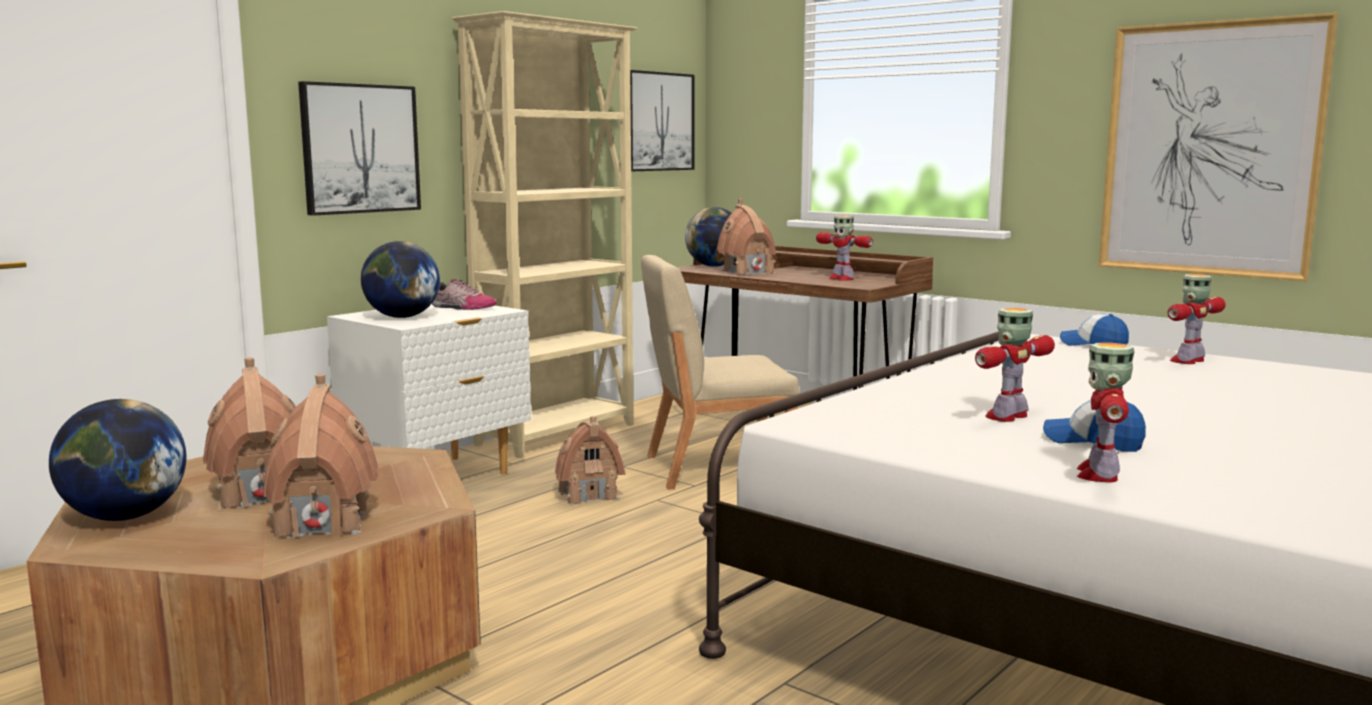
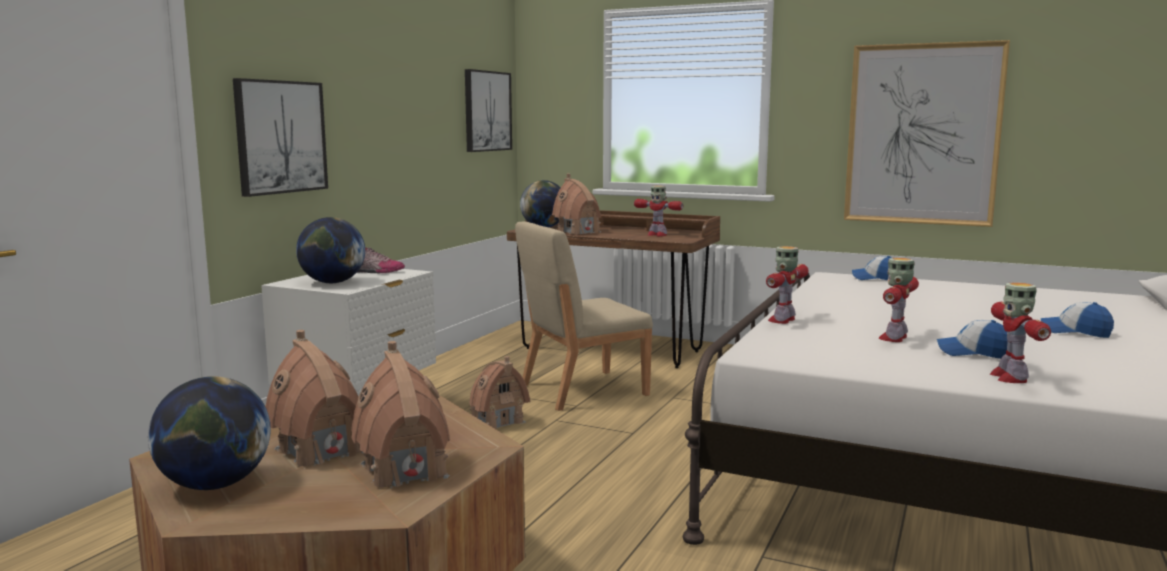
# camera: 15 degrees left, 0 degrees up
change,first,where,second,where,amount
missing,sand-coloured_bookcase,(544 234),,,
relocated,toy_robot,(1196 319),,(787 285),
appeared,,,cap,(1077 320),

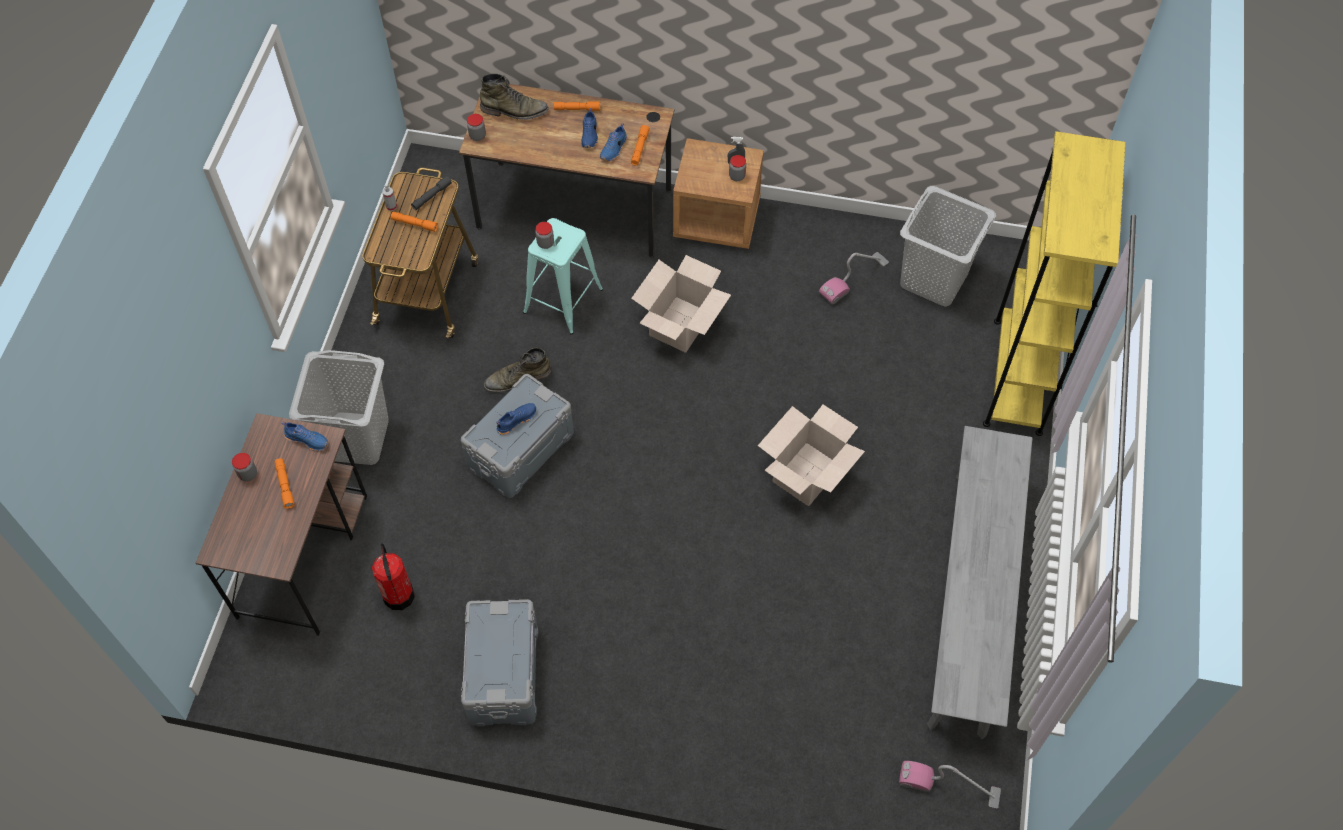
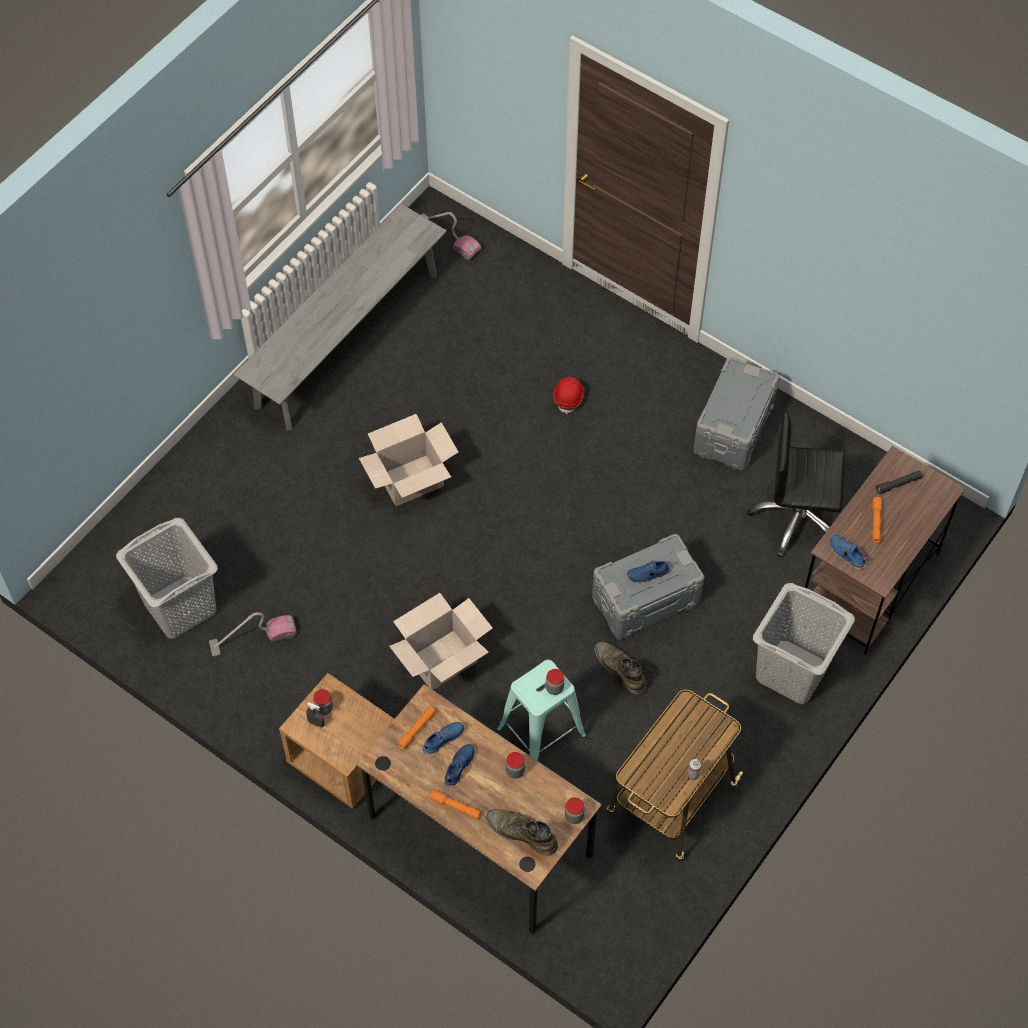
# camera: 155 degrees left, 0 degrees up
change,first,where,second,where,amount
relocated,preserve_jar,(244 467),,(515 765),
exchanged,fire-fighting_cylinder,(393 576),black_desk_chair,(796 485),
missing,orange-coloured_torch,(414 222),,,
relocated,grey_torch,(431 193),,(899 483),
spun,green-coloured_boot,(518 370),,(620 668),135 degrees counterclockwise
missing,yellow-coloured_bookcase,(1054 283),,,
appeared,,,red_work_helmet,(568 395),

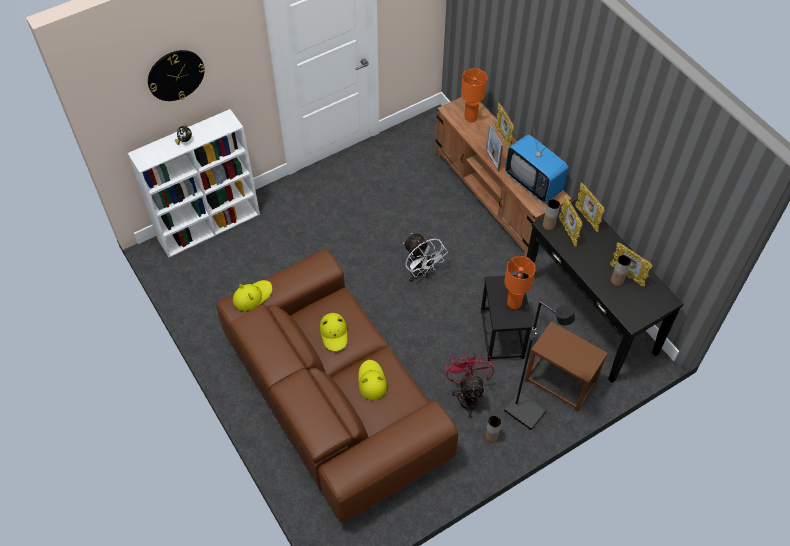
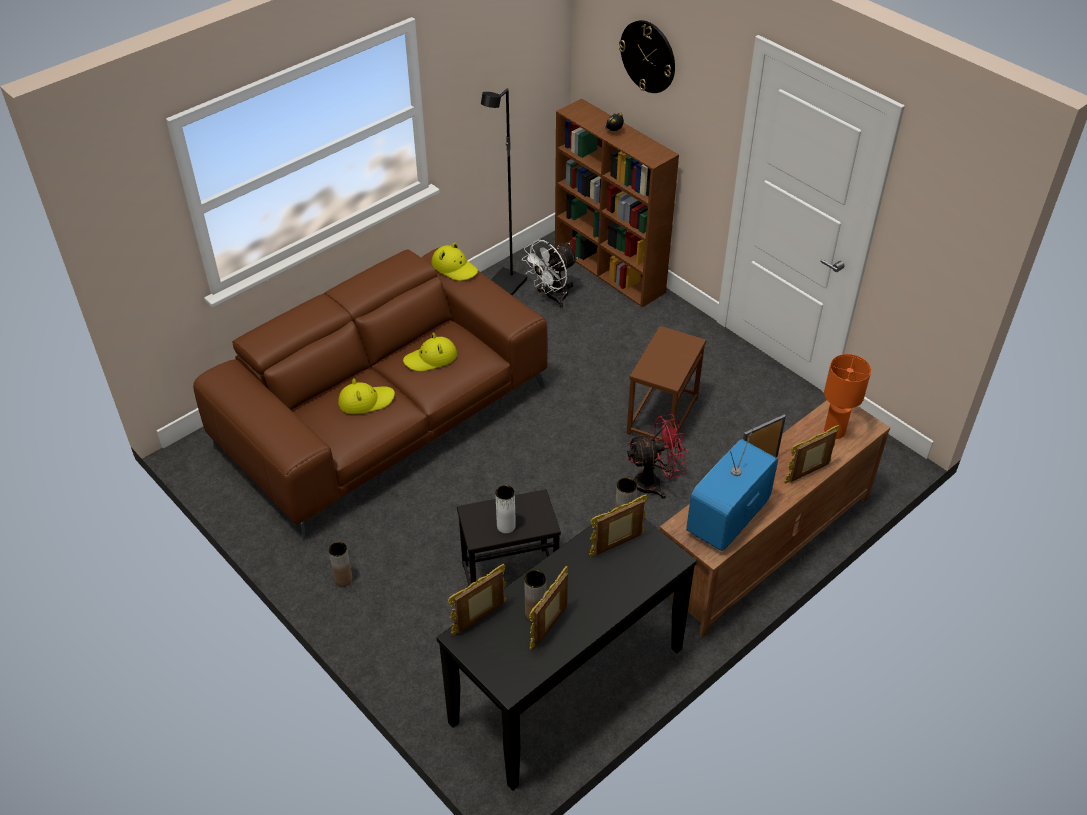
# camera: 80 degrees right, 10 degrees down
change,first,where,second,where,amount
colour,whitish_bookcase,(194 183),brown-coloured_bookcase,(617 203),
relocated,whitish_fan,(425 257),,(550 274),
relocated,red_fan,(470 385),,(657 456),
exchanged,orange-coloured_lamp_for_a_table,(520 282),whitish_flower_vase,(505 509),
relocated,black_standard_lamp,(539 365),,(504 192),
relocated,brown-coloured_end_table,(566 366),,(666 387),
relocated,photo_frame,(590 207),,(477 599),

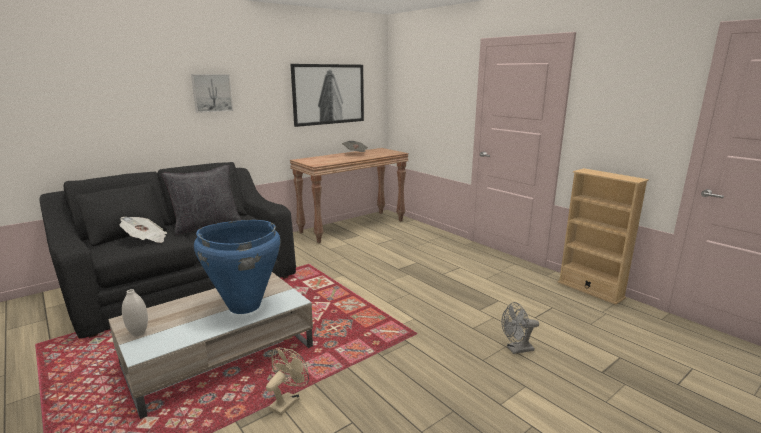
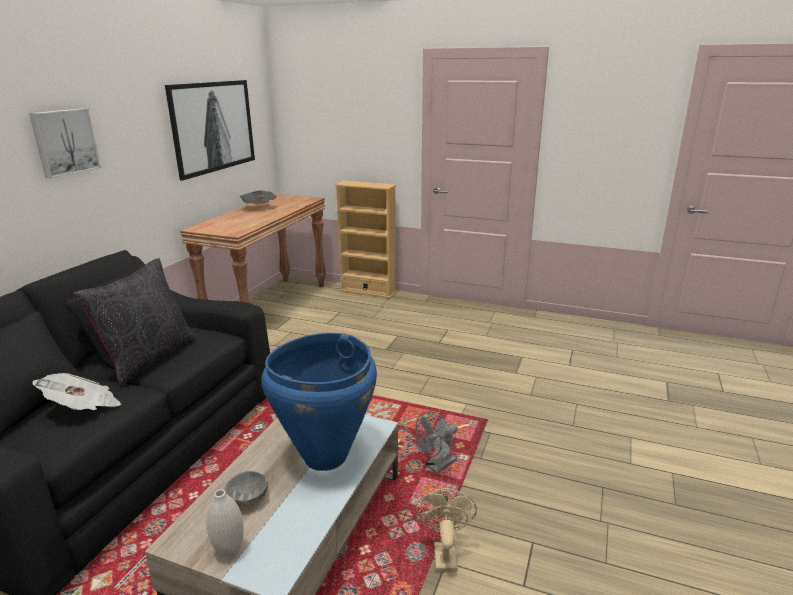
# camera: 30 degrees left, 5 degrees up
change,first,where,second,where,amount
relocated,grey_fan,(520 328),,(436 442),
relocated,sand-coloured_bookcase,(603 236),,(366 239),
appeared,,,grey_serving_bowl,(246 489),

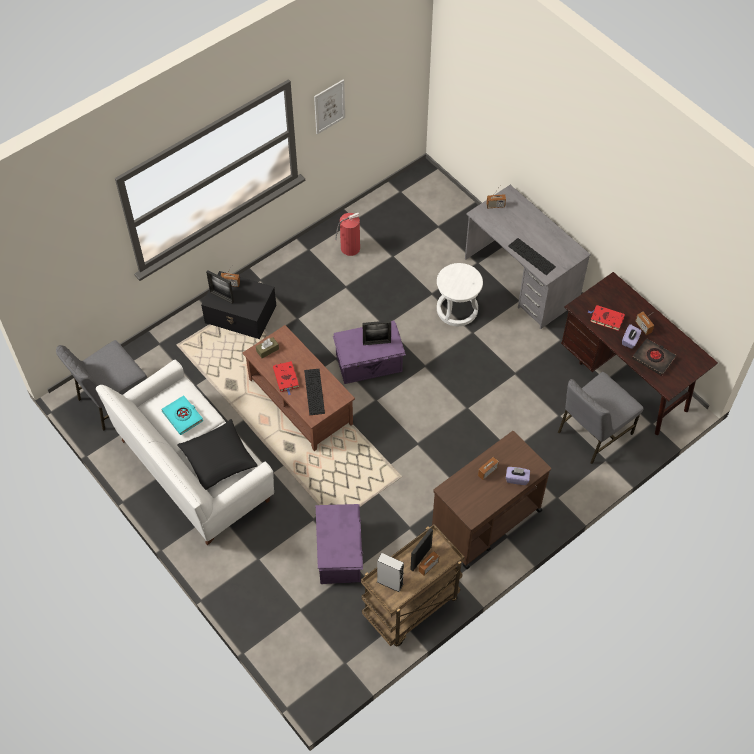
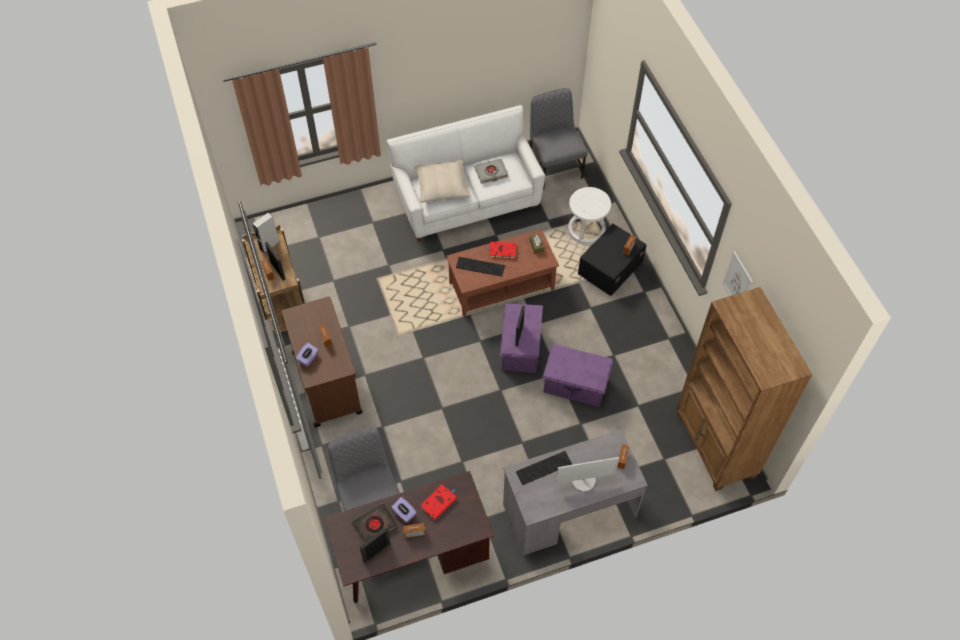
# camera: 110 degrees right, 0 degrees up
change,first,where,second,where,amount
colour,turquoise_volume,(182 415),grey_volume,(491 171),
colour,black_pillow,(217 454),sand-coloured_pillow,(443 181),
relocated,photo_frame,(220 287),,(375 545),
relocated,purplish_storage_box,(339 544),,(577 375),
missing,fire-fighting_cylinder,(347 234),,,
relocated,whitish_stool_seat,(460 294),,(589 215),
appeared,,,monitor,(587 474),
appeared,,,brown-coloured_bookcase,(744 389),

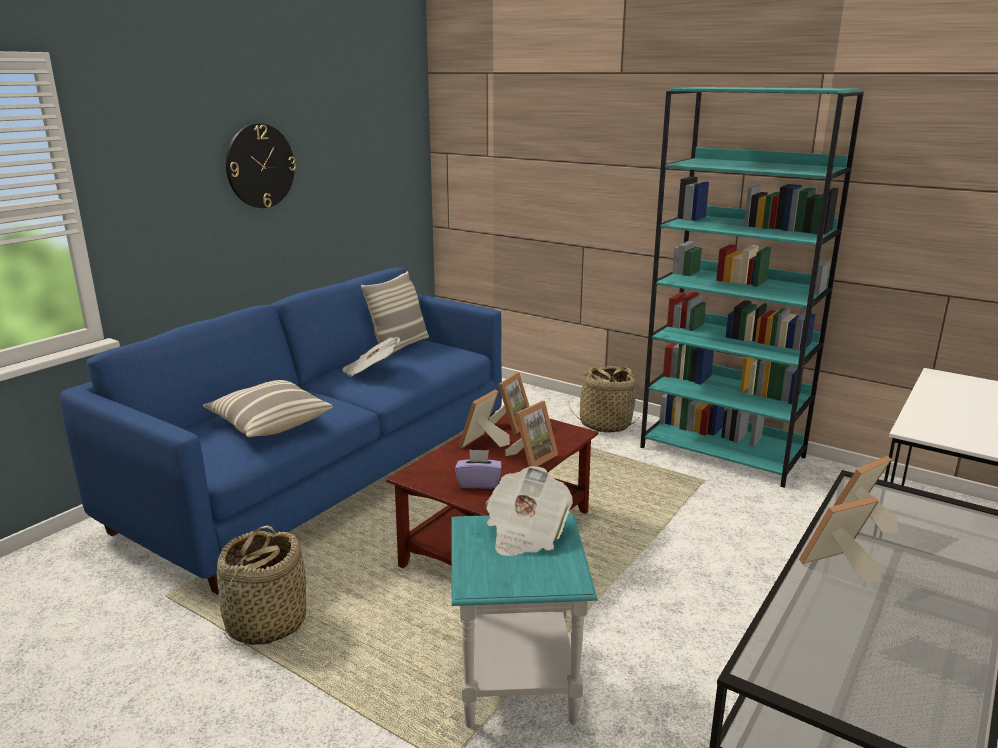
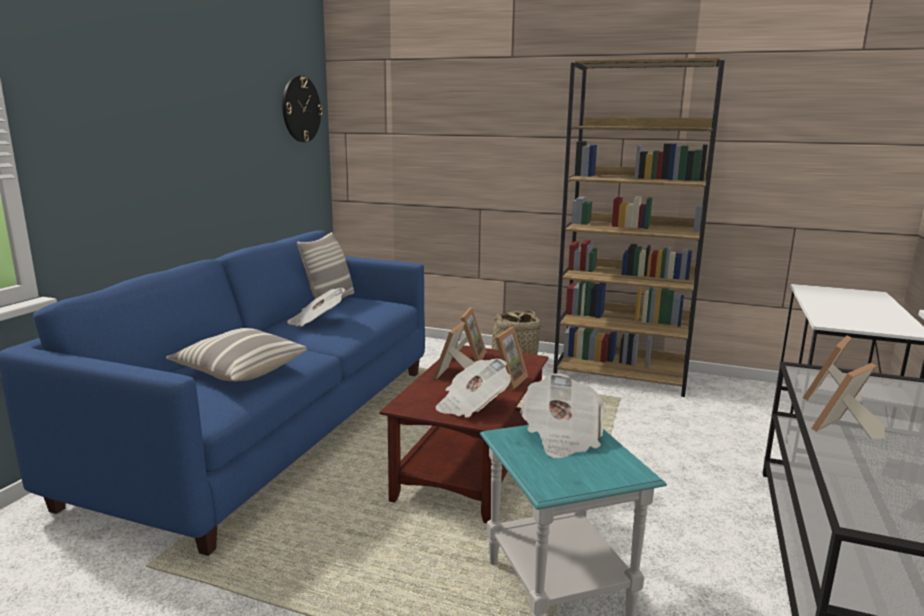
# camera: 15 degrees left, 5 degrees down
change,first,where,second,where,amount
missing,storage_basket,(261 585),,,
relocated,wall_clock,(261 165),,(302 109),
exchanged,purplish_box_of_tissues,(478 469),newspaper,(473 388),
colour,turquoise_bookcase,(752 287),brown-coloured_bookcase,(639 227),

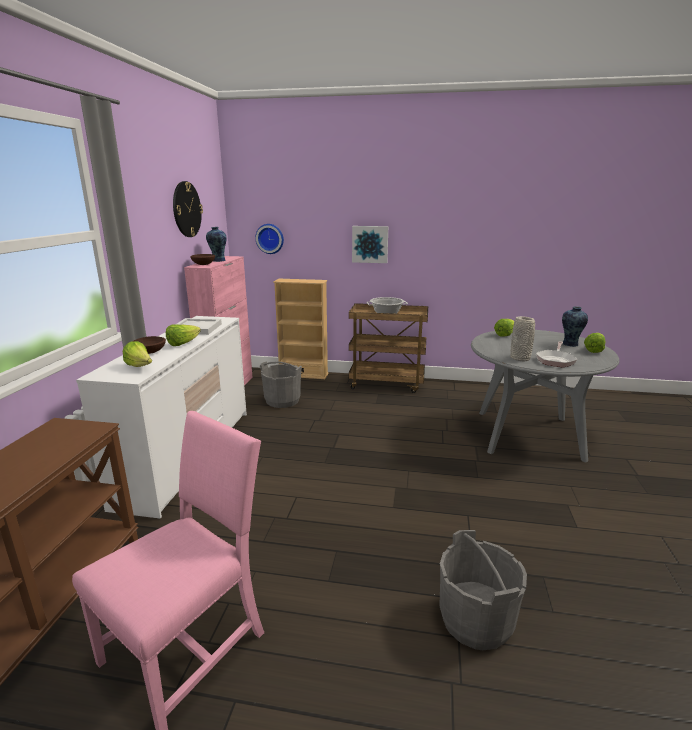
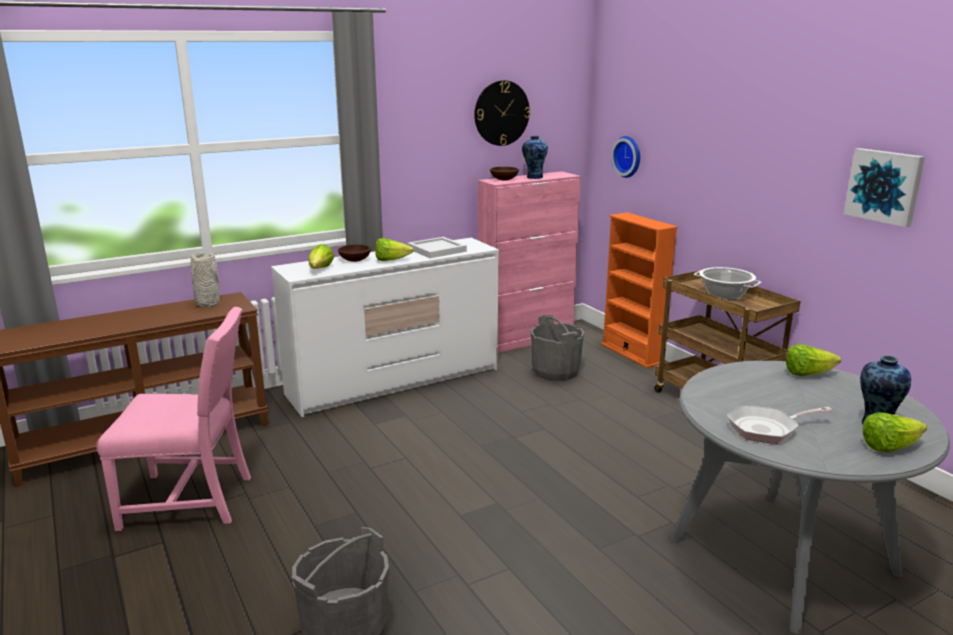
# camera: 50 degrees right, 0 degrees up
change,first,where,second,where,amount
colour,sand-coloured_bookcase,(301 329),orange-coloured_bookcase,(639 290),
relocated,wall_picture,(370 244),,(884 187),
relocated,grey_flower_vase,(522 338),,(205 280),

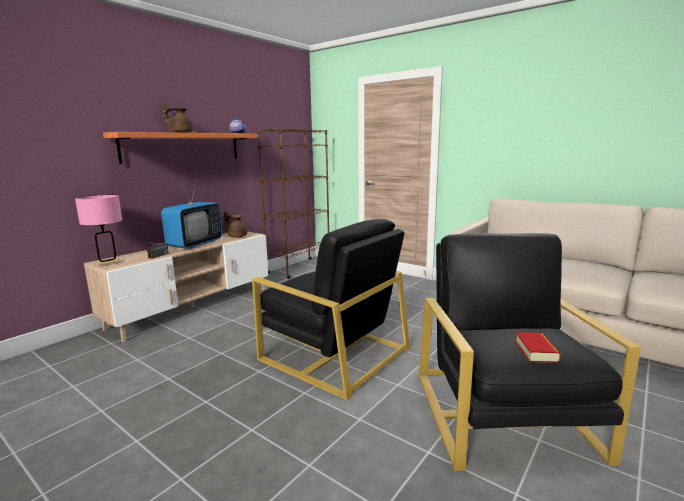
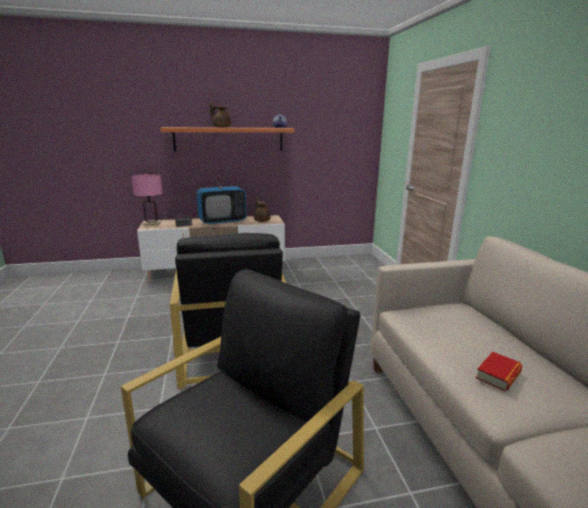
# camera: 40 degrees right, 5 degrees up
change,first,where,second,where,amount
missing,brown-coloured_bookcase,(293 204),,,
relocated,volume,(538 347),,(499 371),

